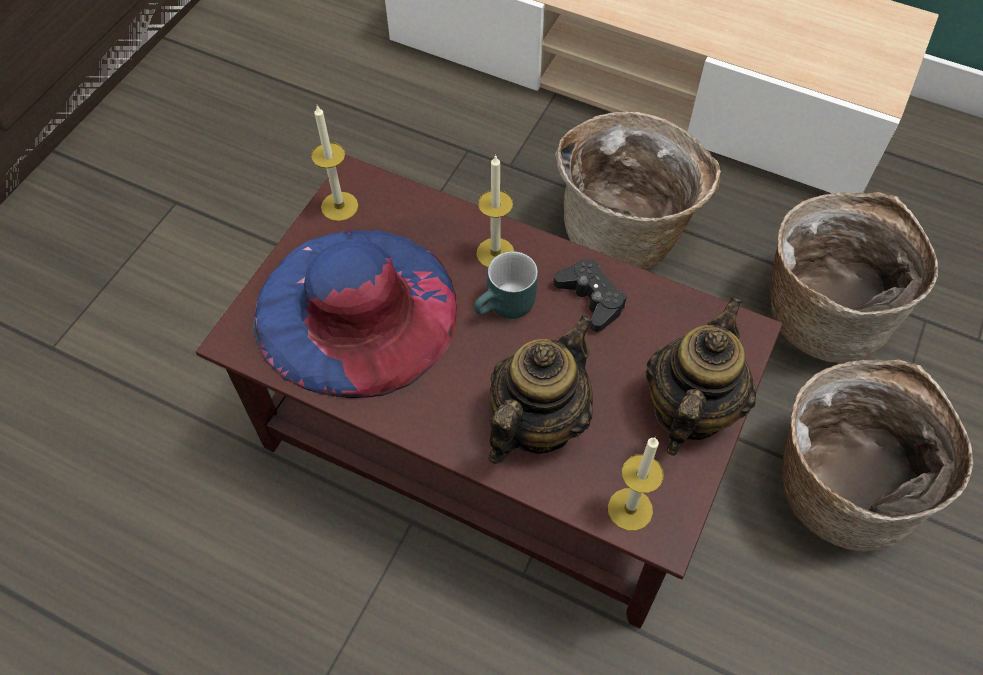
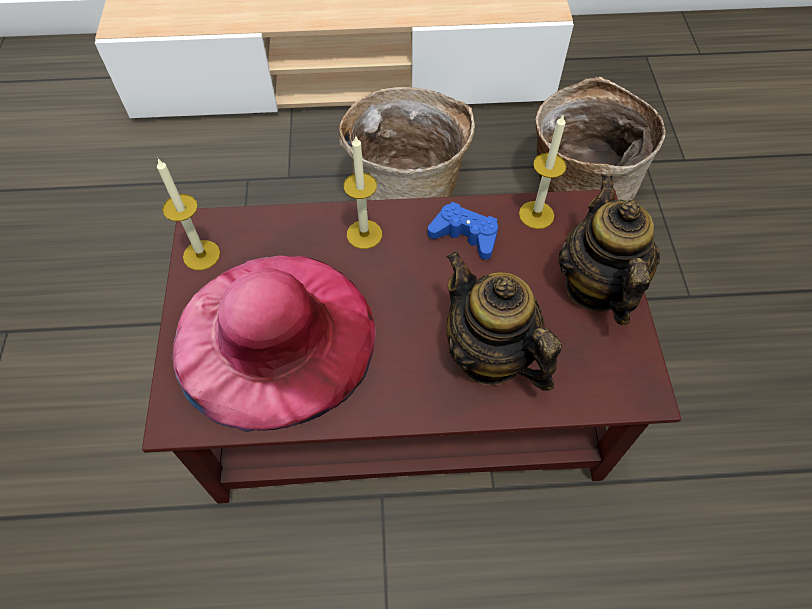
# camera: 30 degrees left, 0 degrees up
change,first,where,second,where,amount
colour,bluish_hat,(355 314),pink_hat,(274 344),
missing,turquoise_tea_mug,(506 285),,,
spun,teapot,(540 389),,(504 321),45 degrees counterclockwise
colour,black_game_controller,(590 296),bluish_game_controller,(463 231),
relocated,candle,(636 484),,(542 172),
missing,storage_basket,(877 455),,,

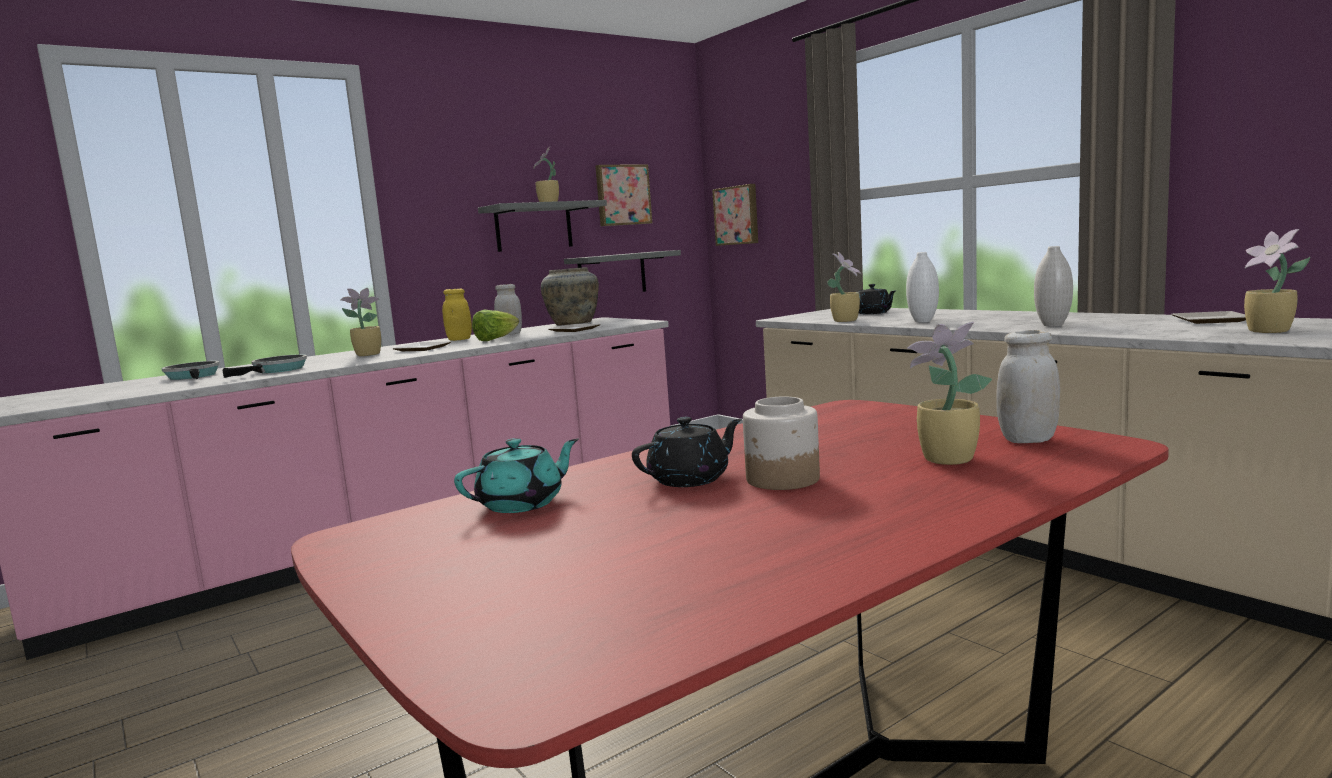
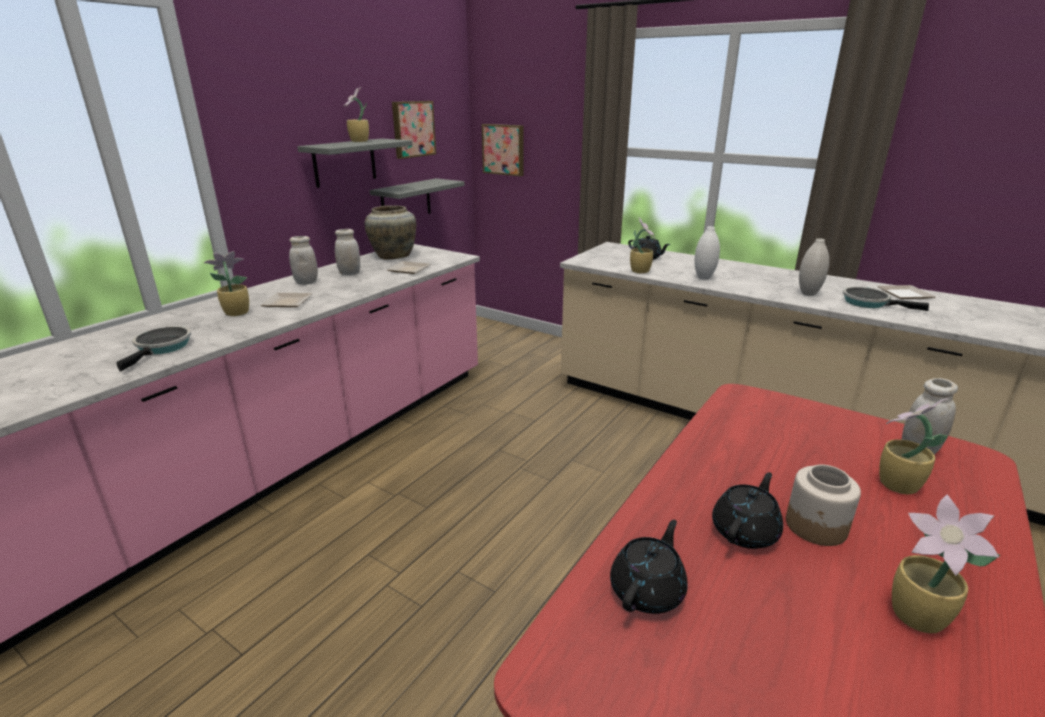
# camera: 20 degrees left, 15 degrees up
change,first,where,second,where,amount
relocated,frying_pan,(190 370),,(886 299),
colour,yellow-coloured_preserve_jar,(457 315),whitish_preserve_jar,(303 260),
colour,turquoise_teapot,(516 475),black_teapot,(649 567),
missing,lettuce_head,(495 325),,,
relocated,plant_in_a_pot,(1277 281),,(946 564),

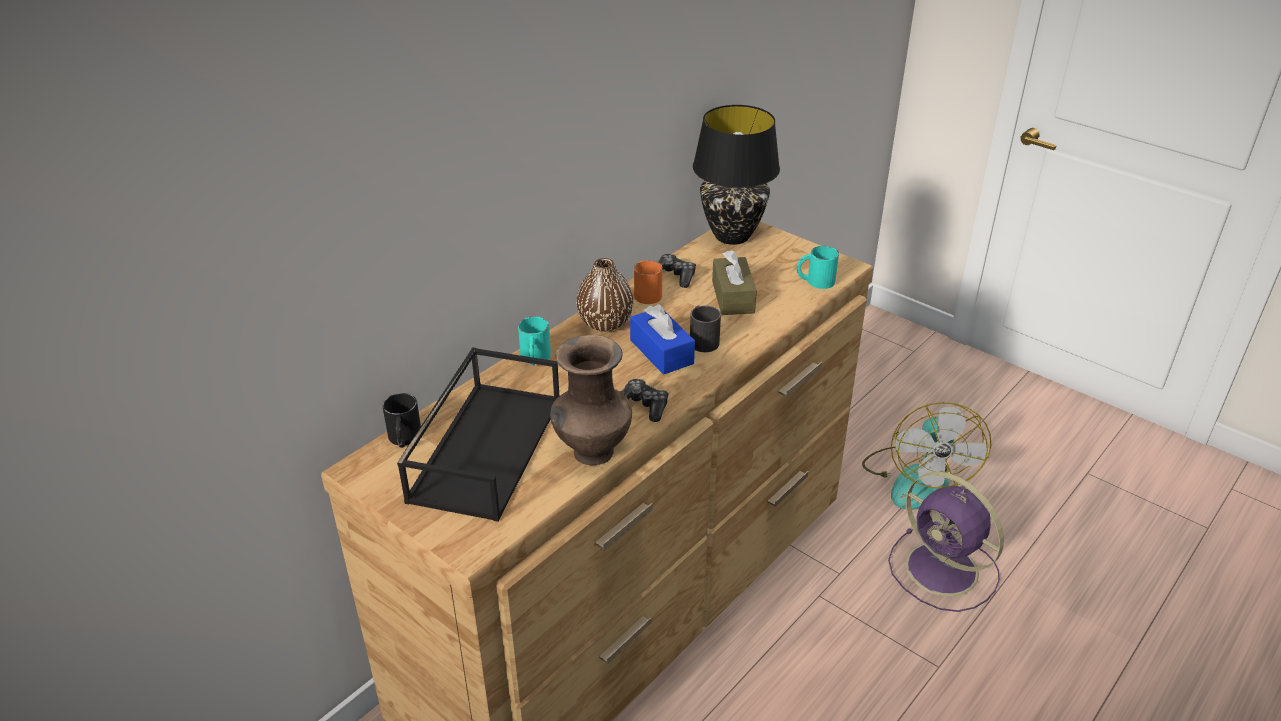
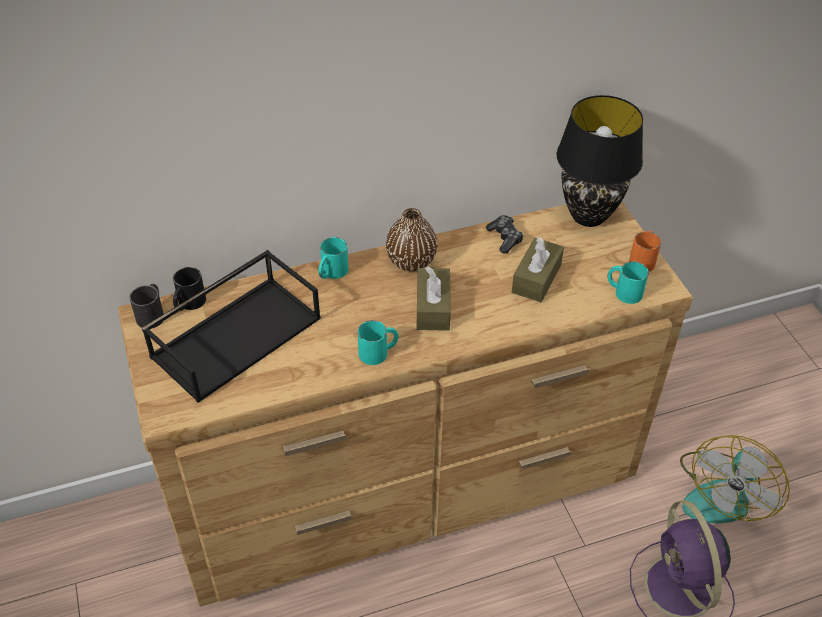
# camera: 30 degrees right, 10 degrees up
change,first,where,second,where,amount
missing,brown-coloured_flower_vase,(591 400),,,
exchanged,game_controller,(645 400),turquoise_tea_mug,(378 342),
colour,bluish_box_of_tissues,(662 339),brown-coloured_box_of_tissues,(433 299),
relocated,orange-coloured_tea_mug,(648 282),,(645 251),
relocated,black_tea_mug,(705 328),,(146 306),

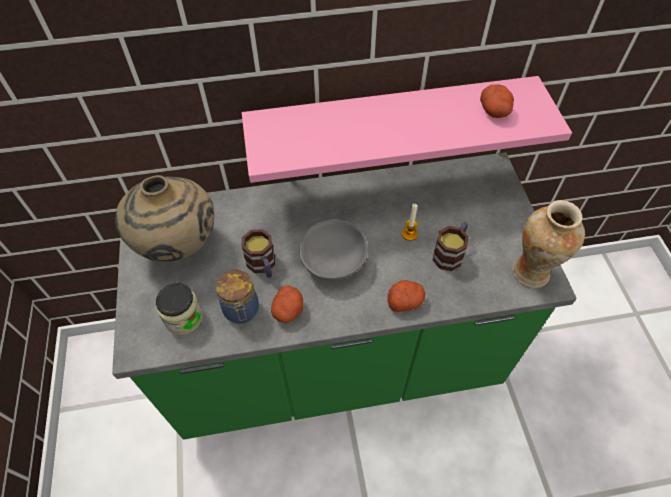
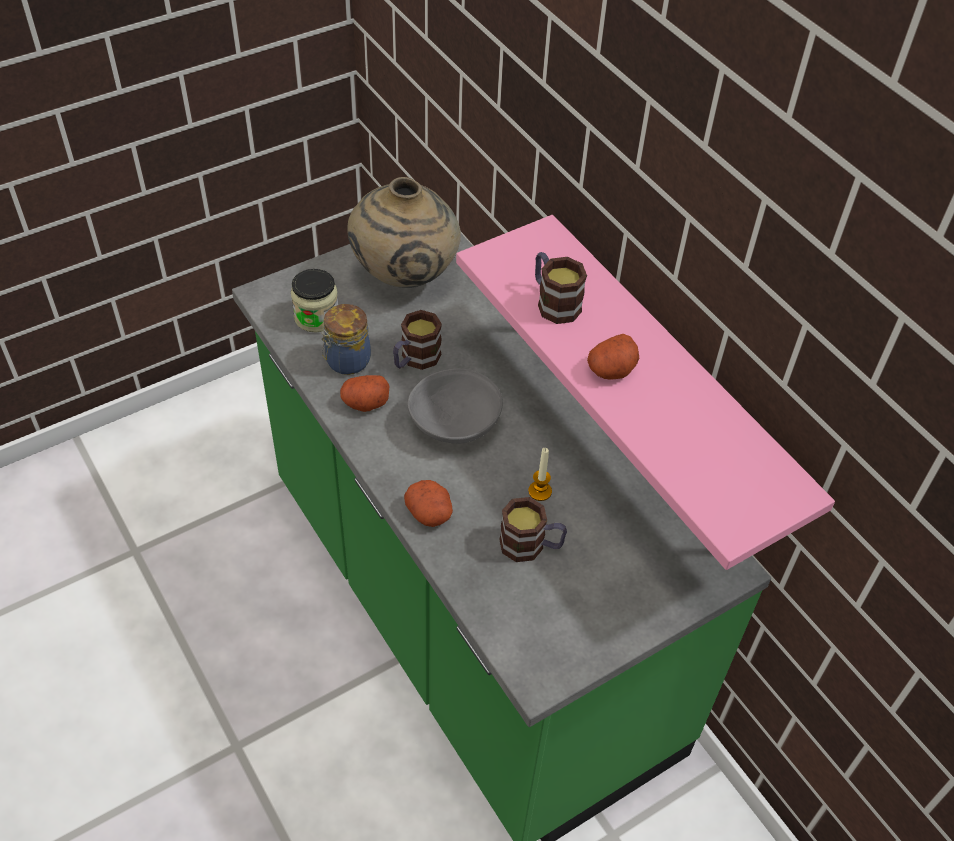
# camera: 65 degrees right, 5 degrees down
change,first,where,second,where,amount
relocated,spud,(497 101),,(613 357),
missing,flower_vase,(548 244),,,
appeared,,,tea_mug,(561 288),

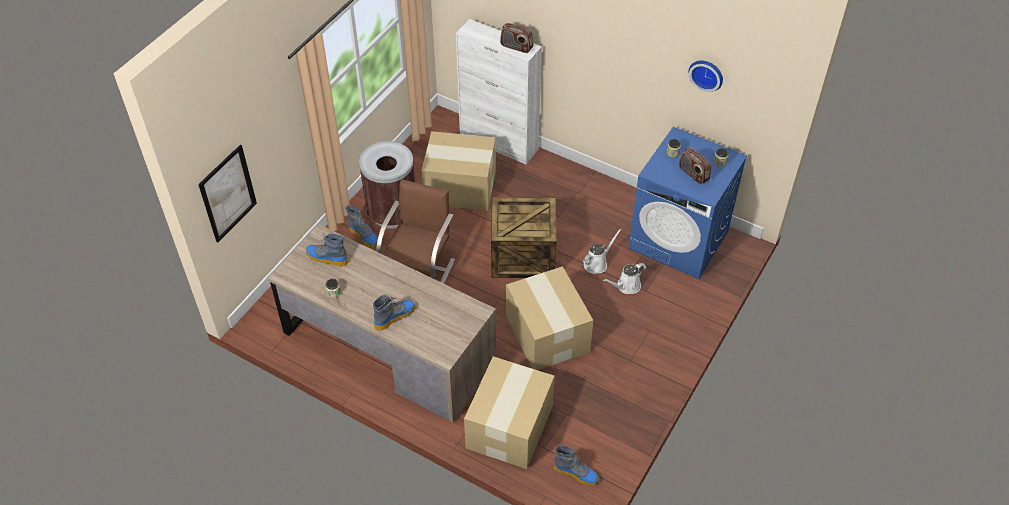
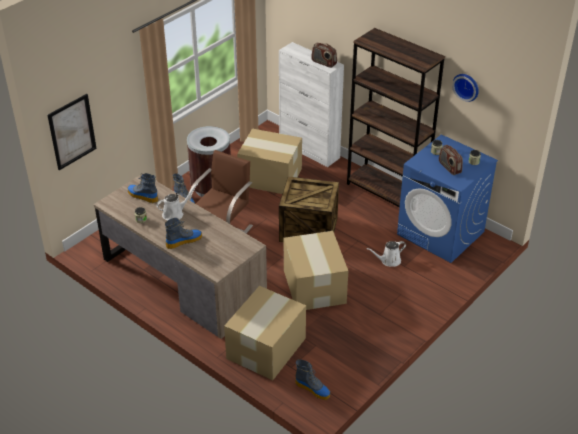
# camera: 10 degrees right, 10 degrees down
change,first,where,second,where,amount
relocated,whitish_watering_pot,(602 251),,(177 202),
appeared,,,brown-coloured_bookcase,(396 117),

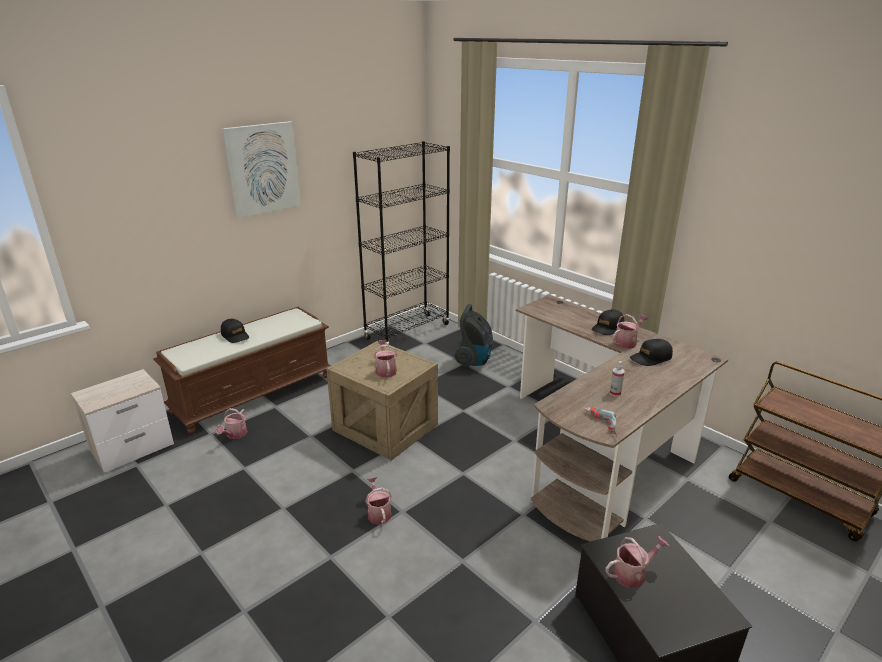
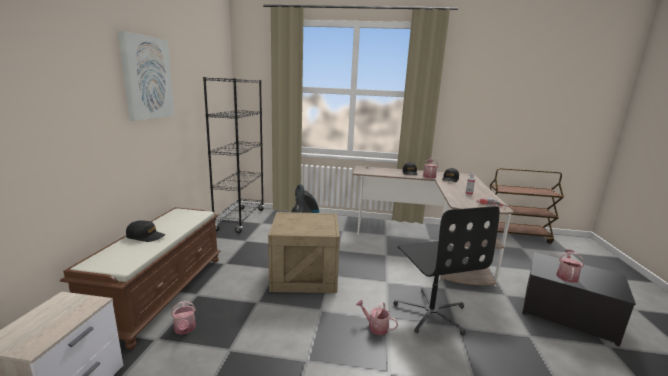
# camera: 40 degrees left, 10 degrees down
change,first,where,second,where,amount
missing,watering_pot,(385 359),,,
appeared,,,black_desk_chair,(447 271),

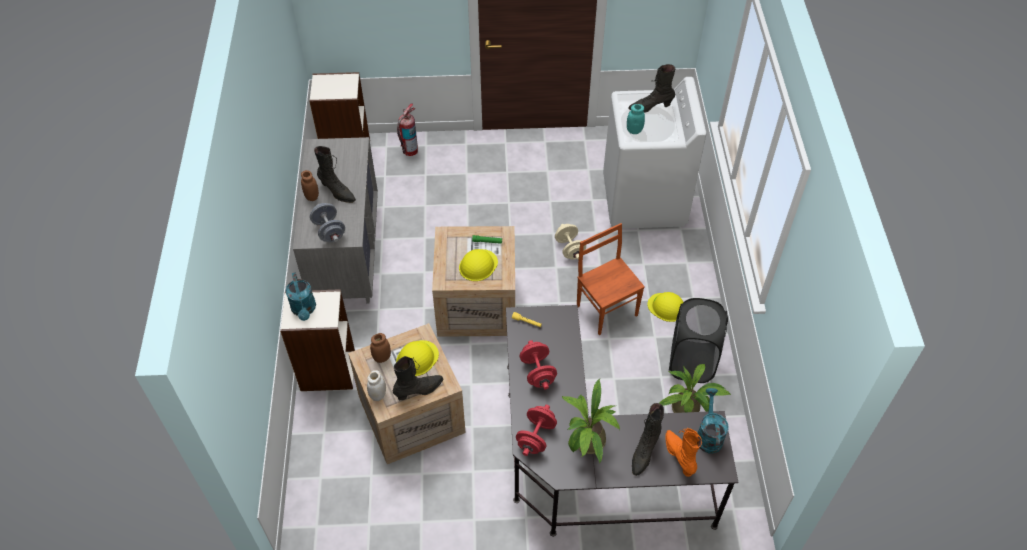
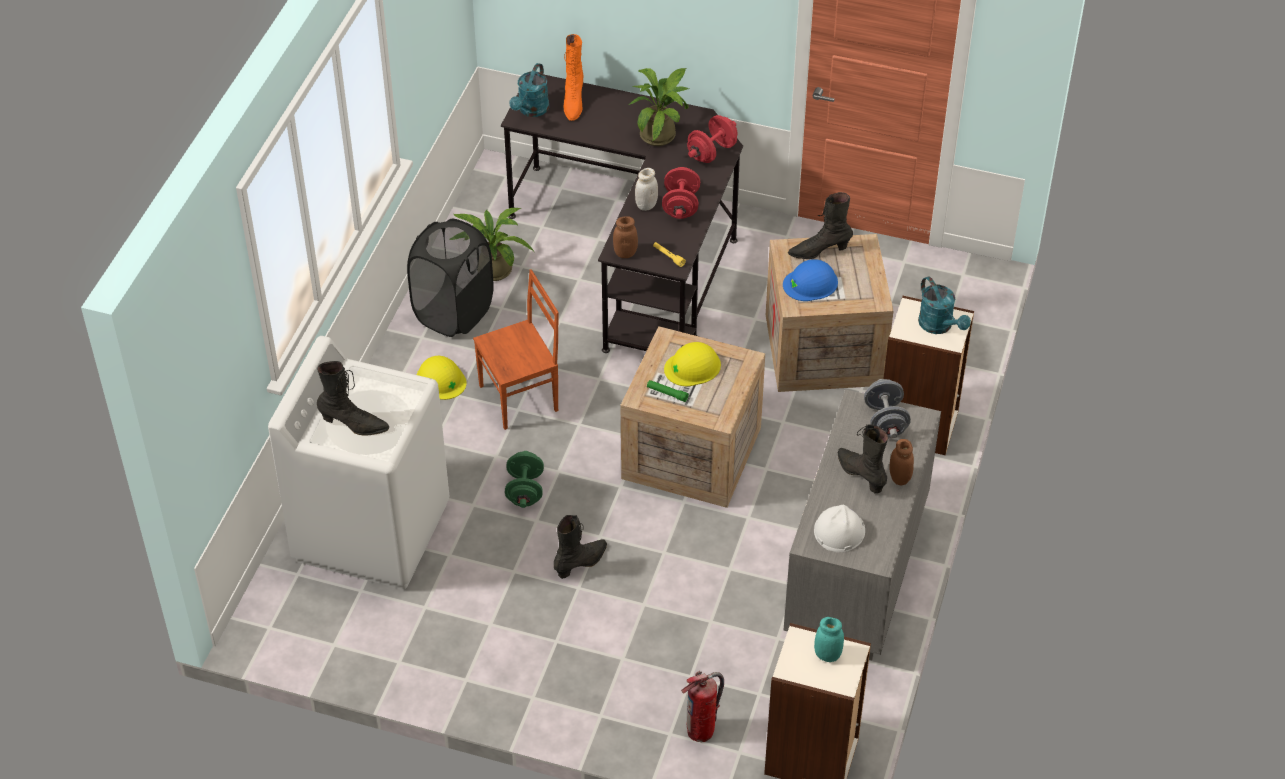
# camera: 160 degrees left, 5 degrees down
change,first,where,second,where,amount
spun,turquoise_watering_pot,(301 296),,(944 305),150 degrees clockwise
relocated,whitish_preserve_jar,(376 385),,(646 189),
relocated,brown-coloured_preserve_jar,(380 348),,(625 237),
colour,yellow-coloured_work_helmet,(417 358),bluish_work_helmet,(810 280),
colour,sand-coloured_free_weight,(570 242),green-coloured_free_weight,(524 479),
spun,brown-coloured_chair,(611 279),,(516 350),105 degrees counterclockwise
relocated,turquoise_preserve_jar,(636 119),,(829 639),
relocated,black_boot,(648 439),,(580 547),
appeared,,,whitish_work_helmet,(839 528),

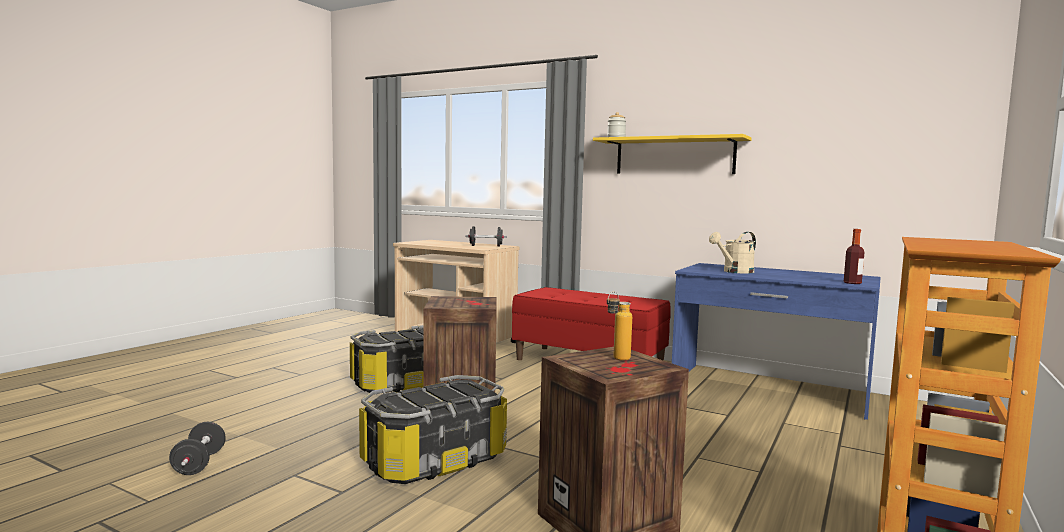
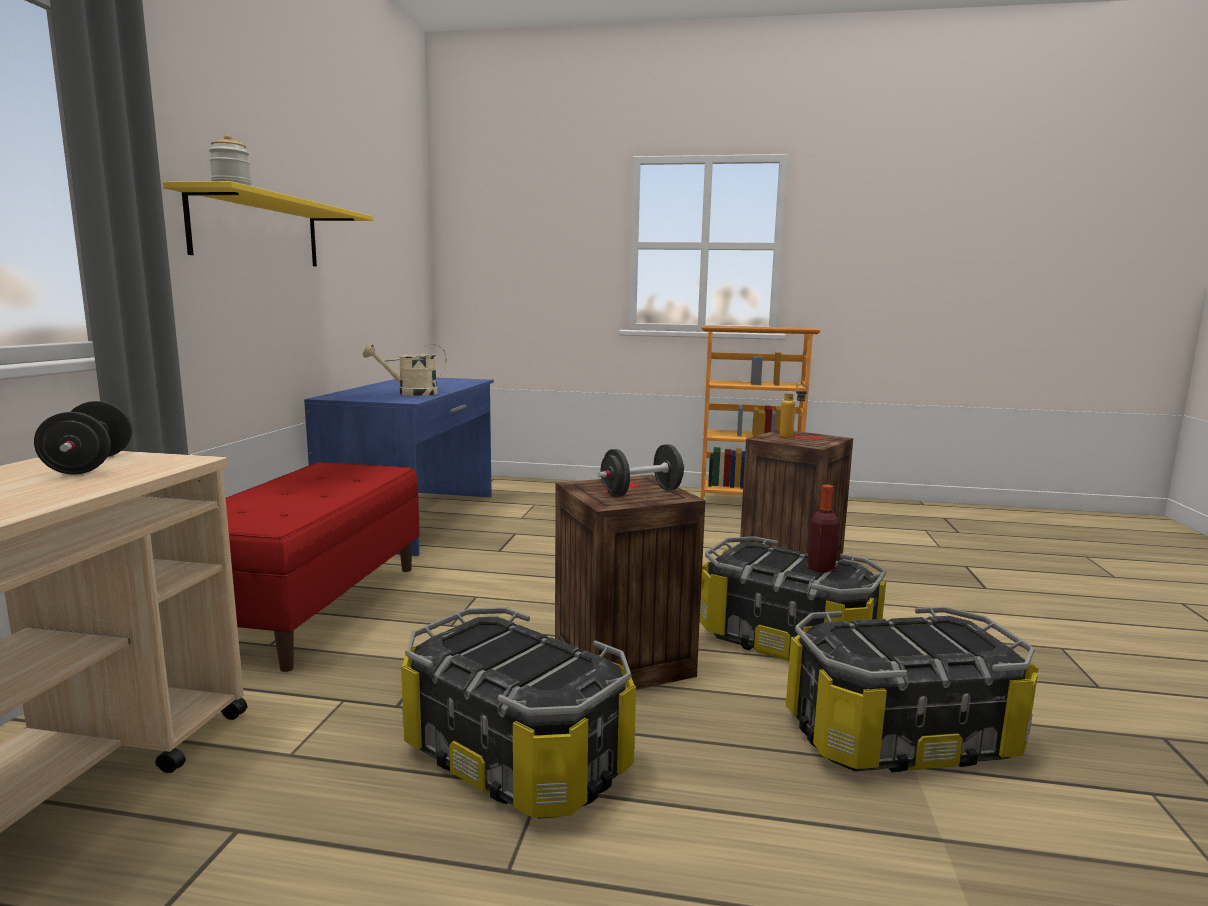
# camera: 110 degrees left, 5 degrees up
change,first,where,second,where,amount
relocated,black_free_weight,(197 448),,(641 470),
spun,sand-coloured_watering_pot,(732 253),,(405 369),135 degrees clockwise
relocated,bottle,(854 256),,(823 529),
appeared,,,storage_box,(912 689),

